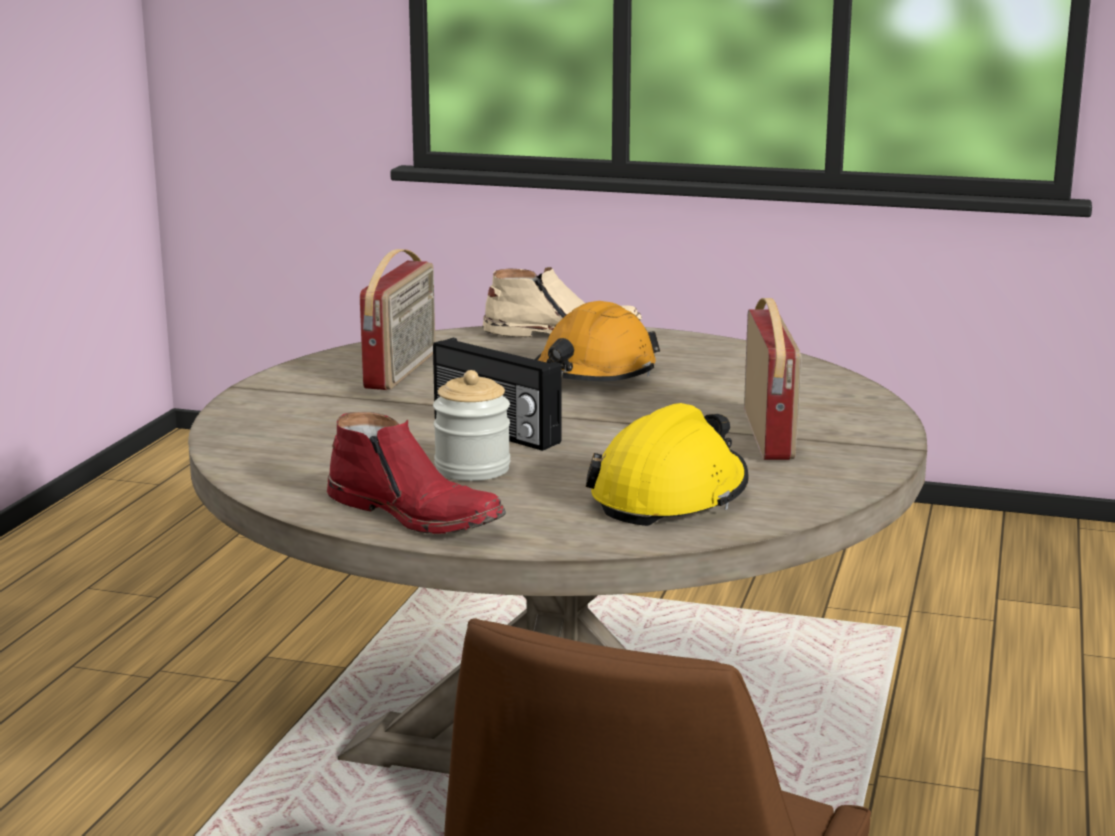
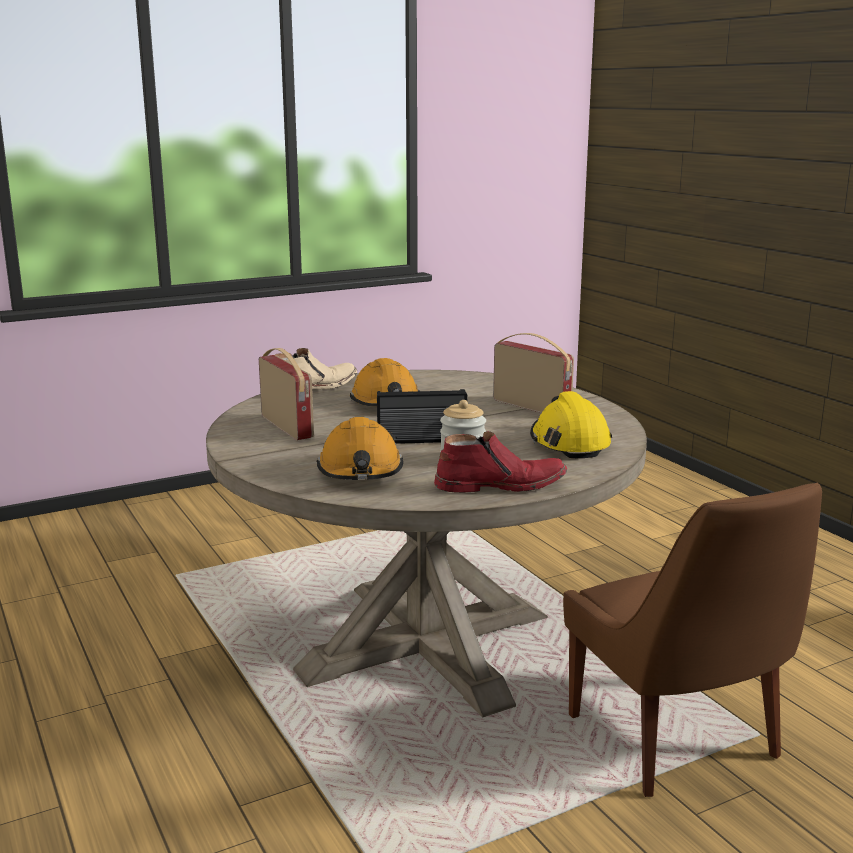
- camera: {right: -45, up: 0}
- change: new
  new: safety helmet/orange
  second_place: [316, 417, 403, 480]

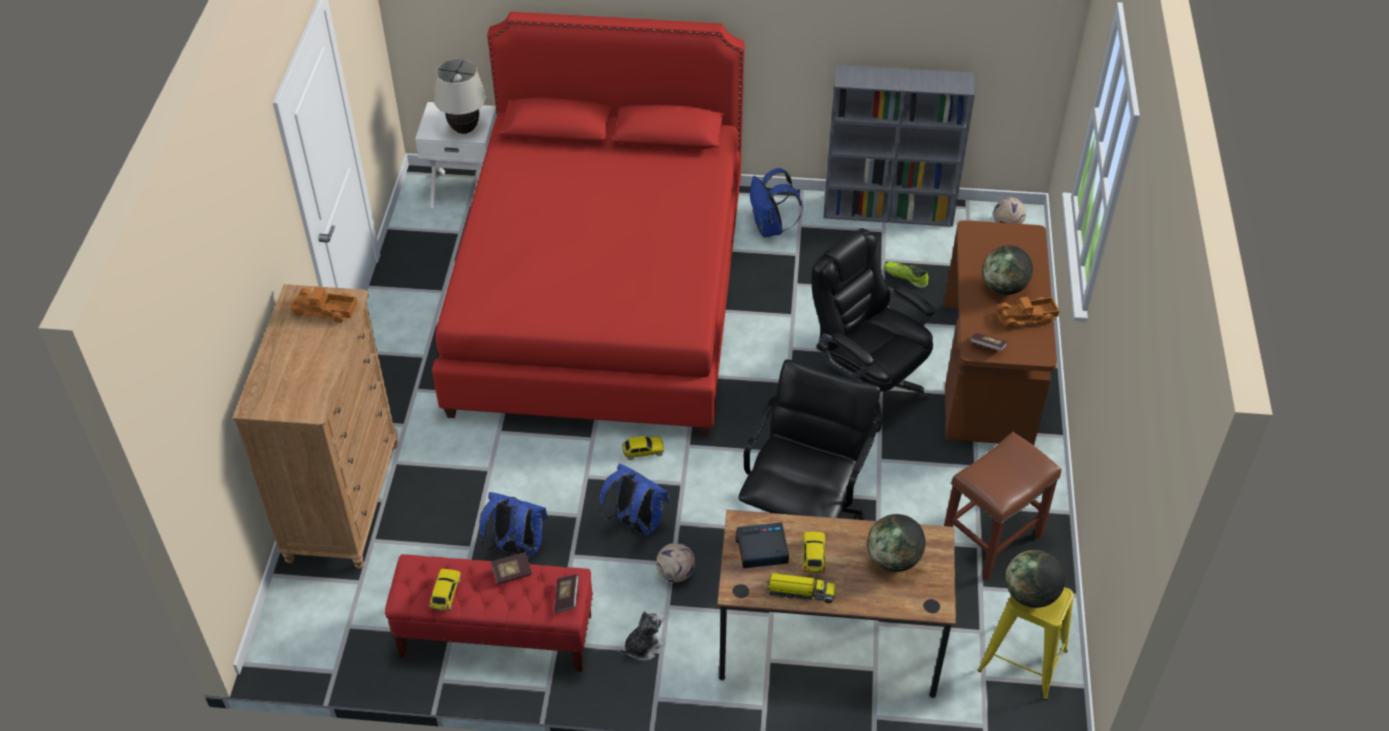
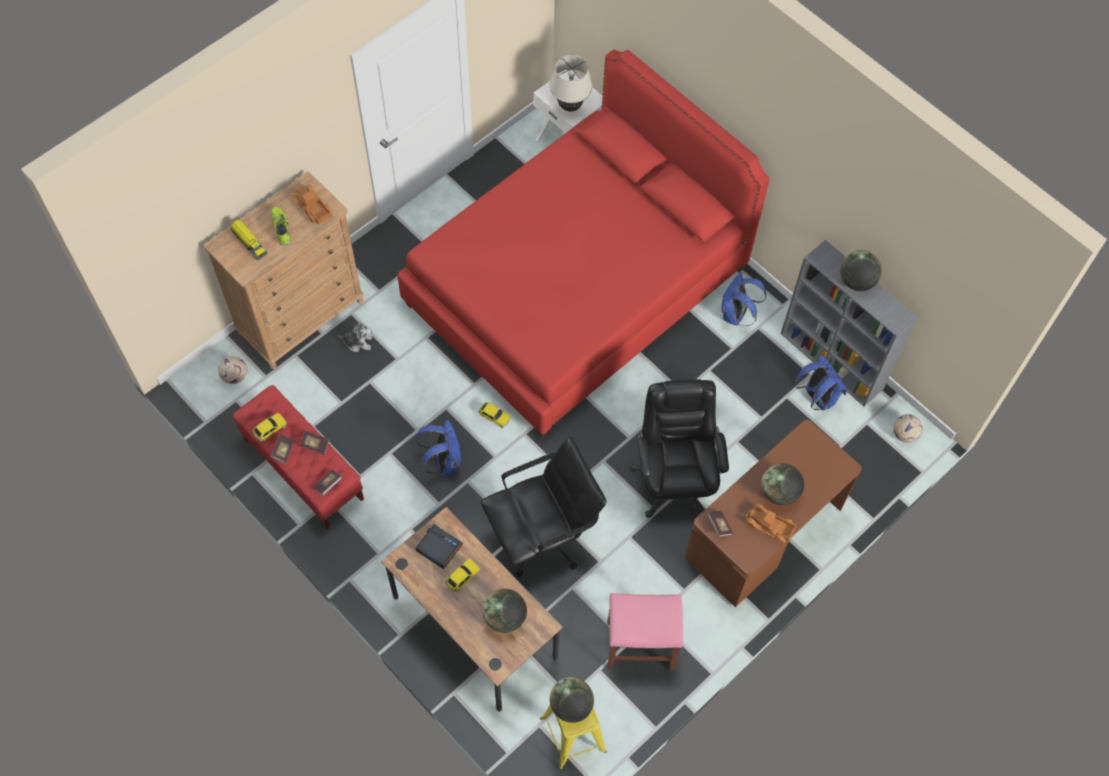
- camera: {right: 40, up: 15}
- change: shifted
  old: knapsack/blue
  first_place: [479, 492, 548, 558]
  second_place: [794, 355, 847, 410]
- change: shifted
  old: plush toy
  first_place: [620, 611, 666, 661]
  second_place: [338, 322, 372, 352]
- change: shifted
  old: football ball
  first_place: [656, 543, 695, 582]
  second_place: [218, 356, 247, 384]
- change: shifted
  old: model truck
  first_place: [765, 573, 835, 603]
  second_place: [231, 220, 268, 260]
- change: shifted
  old: item of footwear
  first_place: [884, 262, 928, 288]
  second_place: [270, 207, 291, 245]
- change: repainted
  old: sitting stool/brown-coloured
  new: sitting stool/pink-coloured
  first_place: [944, 432, 1061, 580]
  second_place: [607, 593, 683, 670]
- change: new
  new: volume
  second_place: [270, 434, 295, 464]
- change: new
  new: world globe
  second_place: [840, 250, 882, 291]

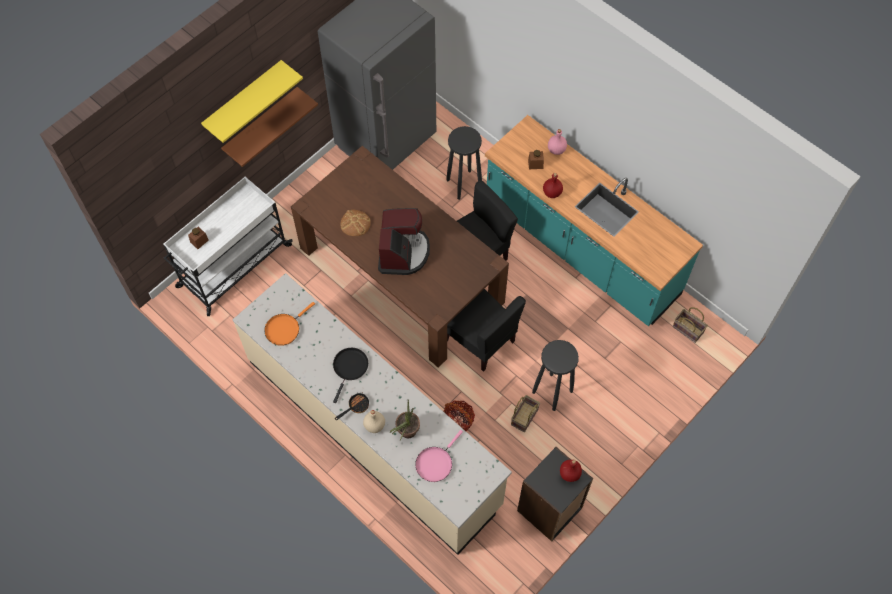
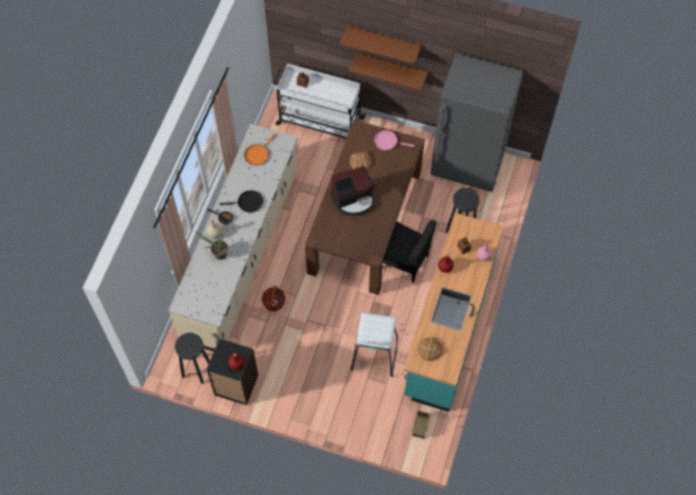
- camera: {right: 65, up: 0}
- change: repainted
  old: wall shelf/yellow-coloured
  new: wall shelf/brown-coloured
  first_place: [201, 60, 303, 143]
  second_place: [340, 26, 421, 64]
- change: rotated
  old: skillet/orange
  first_place: [264, 302, 315, 346]
  second_place: [244, 134, 275, 166]
  degrees: -75
- change: shifted
  old: skillet/pink-coloured
  first_place: [415, 430, 463, 482]
  second_place: [374, 130, 415, 151]
- change: gone
  old: chair/black
  first_place: [447, 289, 526, 372]
- change: gone
  old: storage basket
  first_place: [511, 395, 540, 432]
- change: shifted
  old: sitting stool/black
  first_place: [532, 340, 579, 411]
  second_place: [175, 333, 210, 384]
- change: new
  new: sitting stool/whitish
  second_place: [351, 313, 398, 377]
- change: new
  new: bakery bread
  second_place: [418, 337, 443, 361]

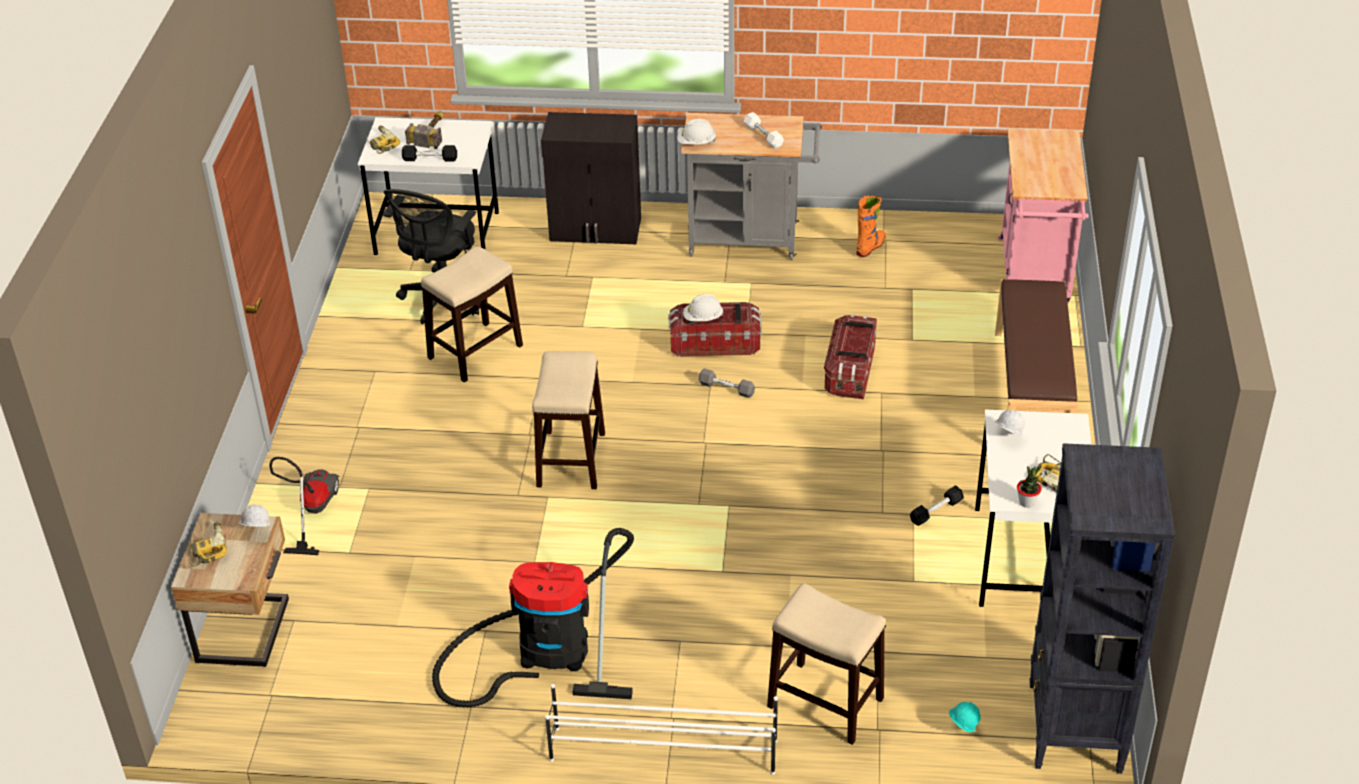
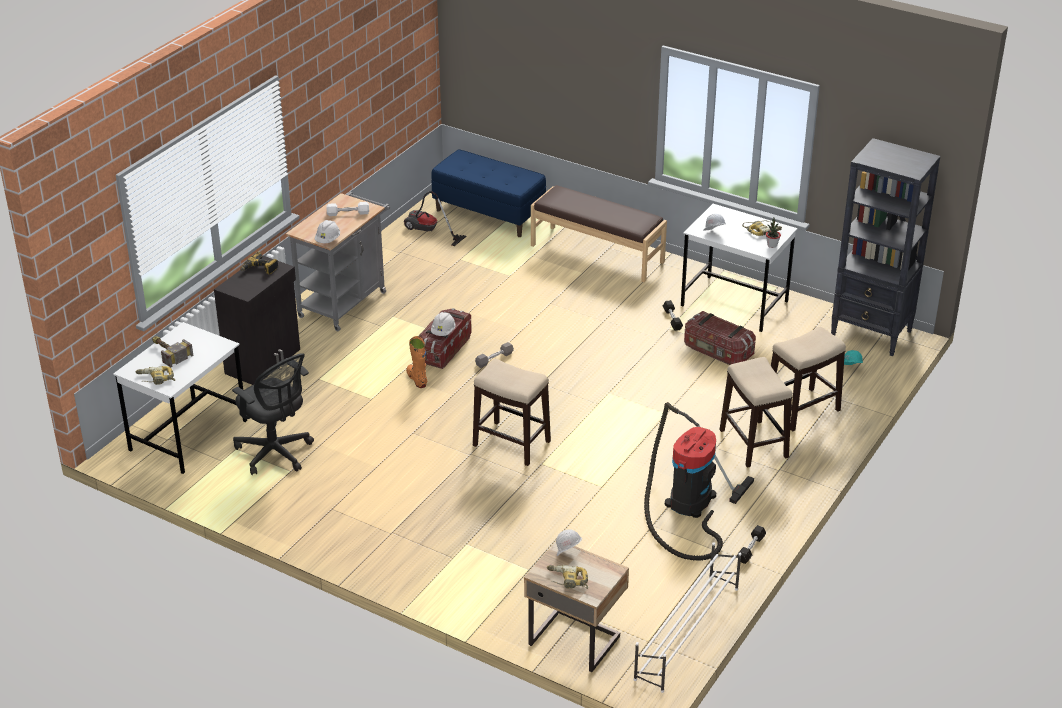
- camera: {right: -65, up: -5}
- change: shifted
  old: hoover
  first_place: [270, 457, 339, 555]
  second_place: [404, 191, 467, 246]
- change: shifted
  old: free weight/black
  first_place: [402, 145, 457, 161]
  second_place: [737, 525, 766, 564]
- change: shifted
  old: sitting stool
  first_place: [421, 247, 523, 382]
  second_place: [720, 357, 793, 468]
- change: shifted
  old: shoe shelf/whitish
  first_place: [545, 684, 778, 775]
  second_place: [634, 542, 741, 693]
- change: shifted
  old: storage bin
  first_place: [824, 314, 877, 399]
  second_place: [684, 311, 756, 365]
- change: shifted
  old: boot/orange
  first_place: [857, 195, 886, 257]
  second_place: [406, 336, 427, 388]
- change: swapped
  old: wheeled cart/pink-coloured
  new: bench/blue
  first_place: [998, 128, 1088, 303]
  second_place: [431, 149, 546, 237]
- change: new
  new: electric drill
  second_place: [241, 251, 278, 275]

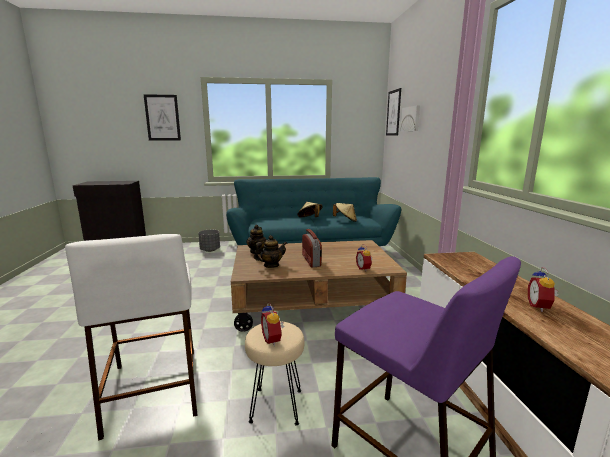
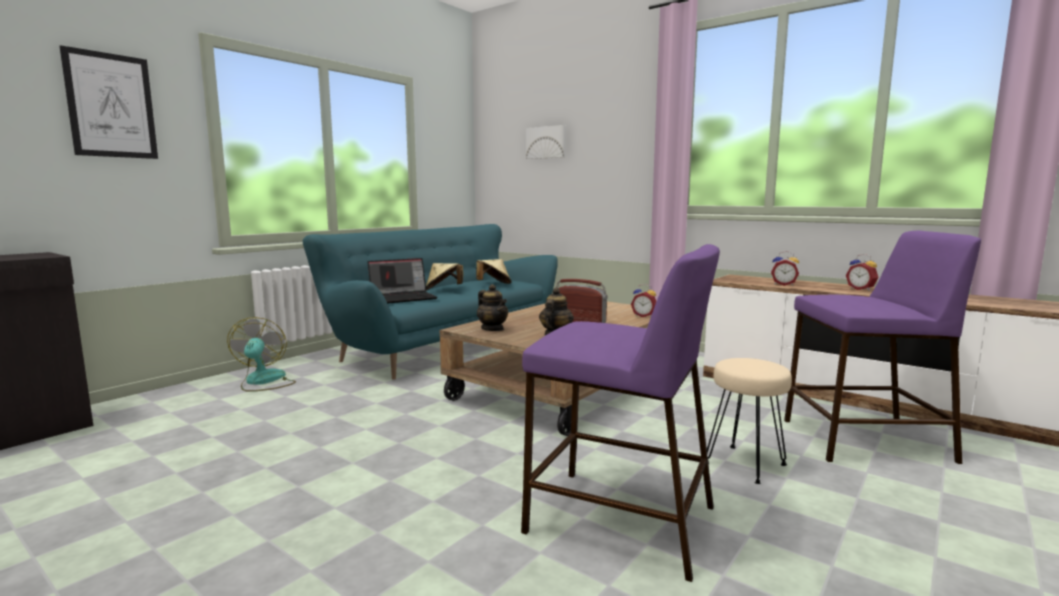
- camera: {right: -45, up: -5}
- change: repainted
  old: sitting stool/whitish
  new: sitting stool/purple-coloured
  first_place: [65, 234, 197, 440]
  second_place: [521, 244, 720, 582]
- change: swapped
  old: plant pot/grey
  new: cooling fan
  first_place: [198, 230, 220, 252]
  second_place: [227, 317, 296, 392]
- change: shifted
  old: table clock
  first_place: [261, 302, 284, 346]
  second_place: [771, 251, 799, 286]
- change: gone
  old: wall art
  first_place: [386, 88, 401, 136]
- change: new
  new: laptop
  second_place: [367, 258, 438, 304]

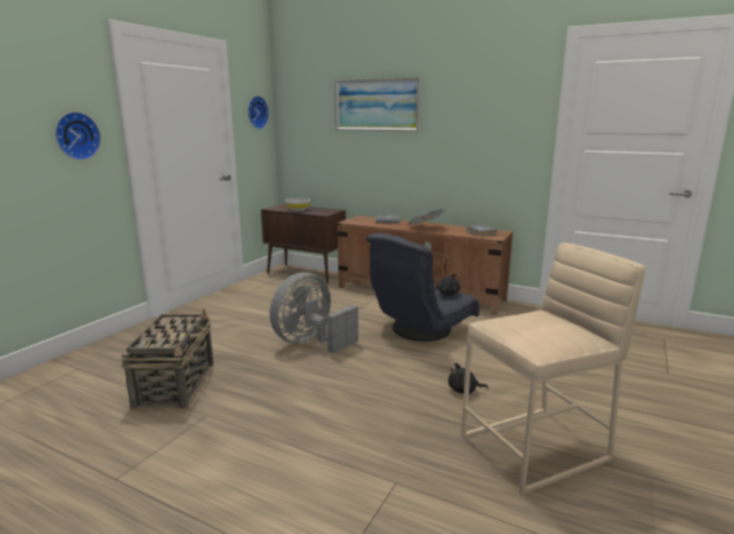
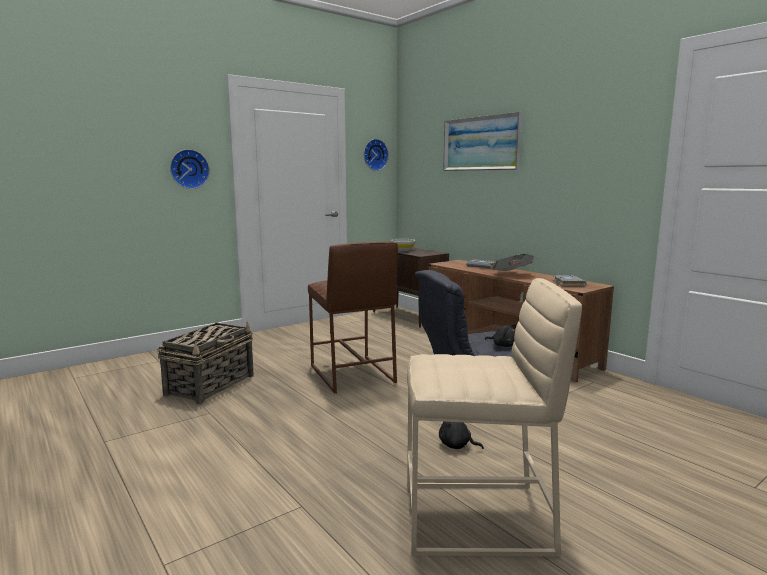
- camera: {right: 25, up: -5}
- change: swapped
  old: cooling fan/grey
  new: sitting stool/brown-coloured
  first_place: [270, 272, 358, 353]
  second_place: [308, 242, 398, 394]

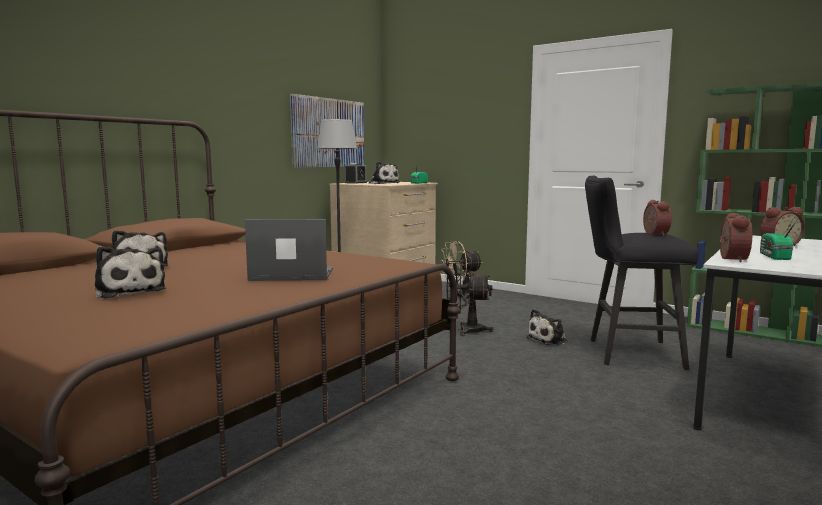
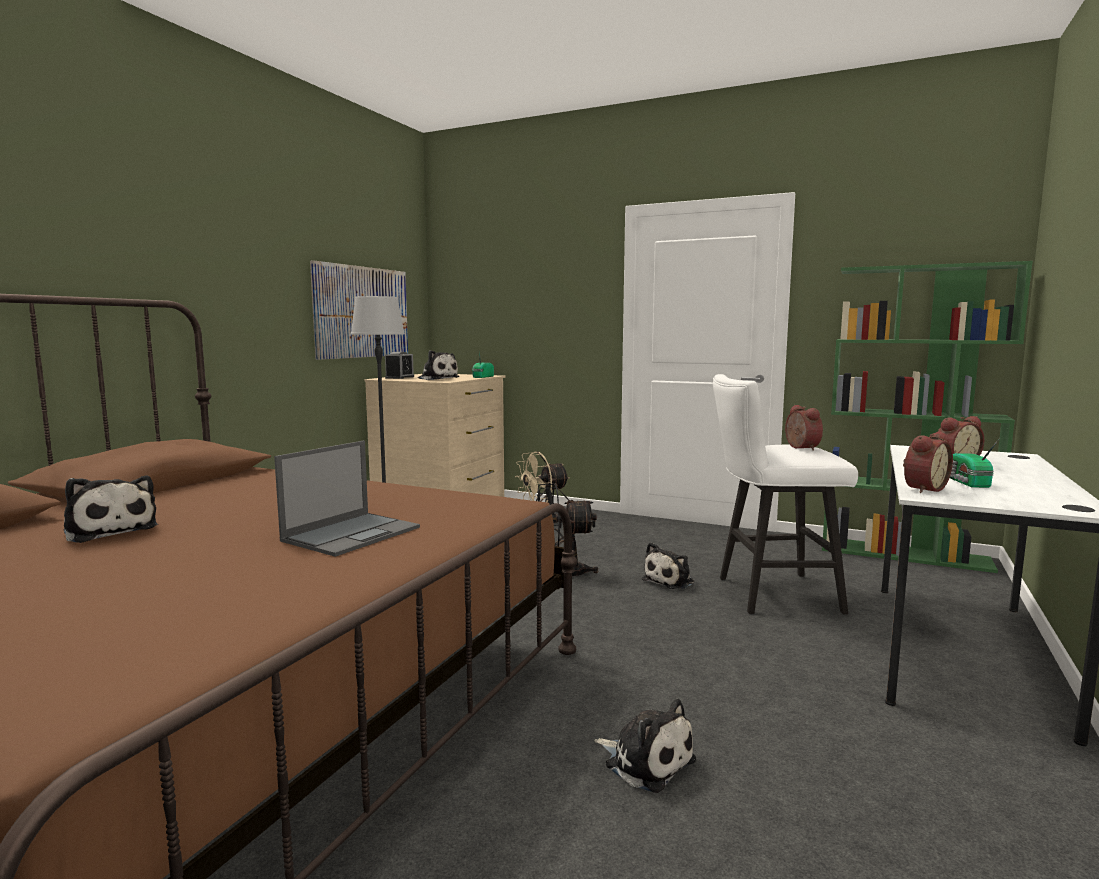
- camera: {right: -10, up: 0}
- change: shifted
  old: plush toy
  first_place: [95, 246, 166, 298]
  second_place: [594, 699, 696, 793]
- change: rotated
  old: laptop
  first_place: [245, 219, 333, 281]
  second_place: [274, 441, 420, 557]
  degrees: 135
- change: repainted
  old: sitting stool/black
  new: sitting stool/whitish
  first_place: [585, 176, 699, 370]
  second_place: [713, 374, 858, 614]
- change: rotated
  old: table clock
  first_place: [720, 213, 752, 262]
  second_place: [903, 432, 953, 493]
  degrees: 45

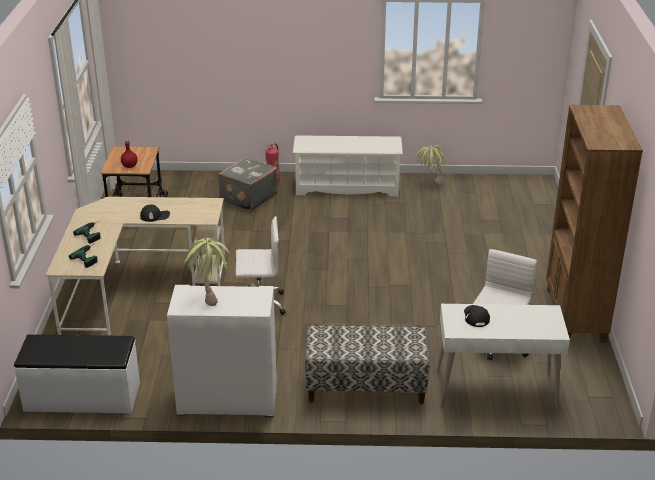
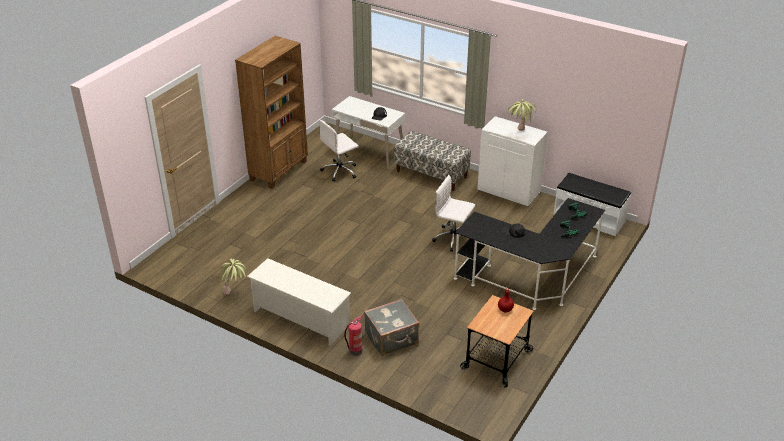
- camera: {right: -150, up: 5}
- change: repainted
  old: desk table/beige-coloured
  new: desk table/black
  first_place: [46, 197, 227, 336]
  second_place: [454, 198, 605, 310]

